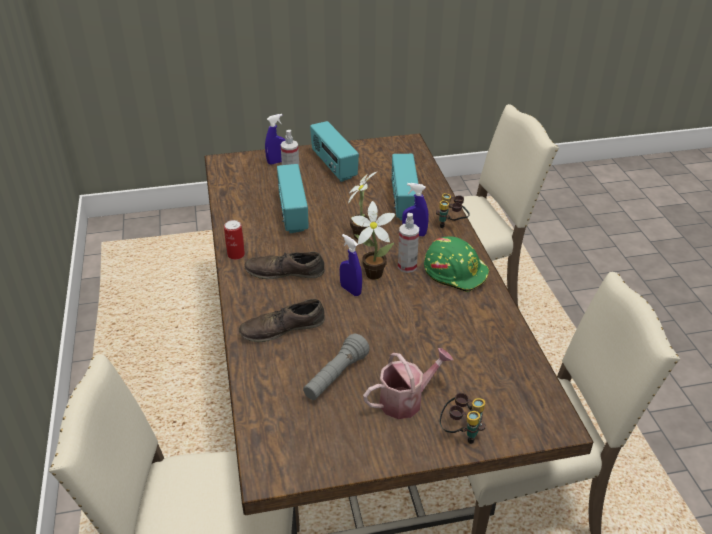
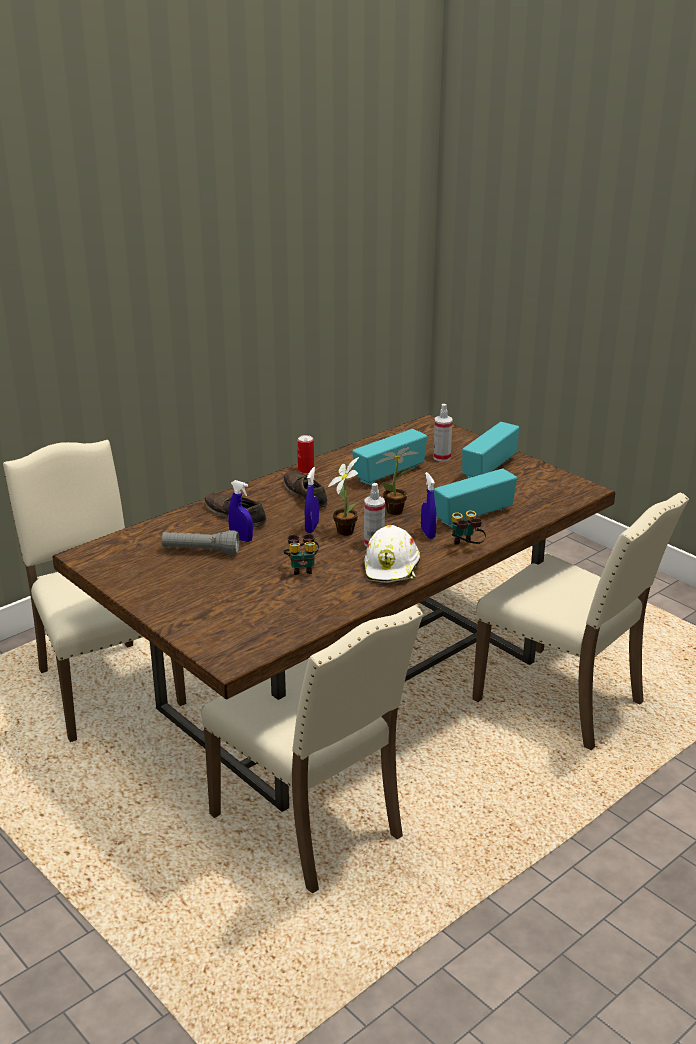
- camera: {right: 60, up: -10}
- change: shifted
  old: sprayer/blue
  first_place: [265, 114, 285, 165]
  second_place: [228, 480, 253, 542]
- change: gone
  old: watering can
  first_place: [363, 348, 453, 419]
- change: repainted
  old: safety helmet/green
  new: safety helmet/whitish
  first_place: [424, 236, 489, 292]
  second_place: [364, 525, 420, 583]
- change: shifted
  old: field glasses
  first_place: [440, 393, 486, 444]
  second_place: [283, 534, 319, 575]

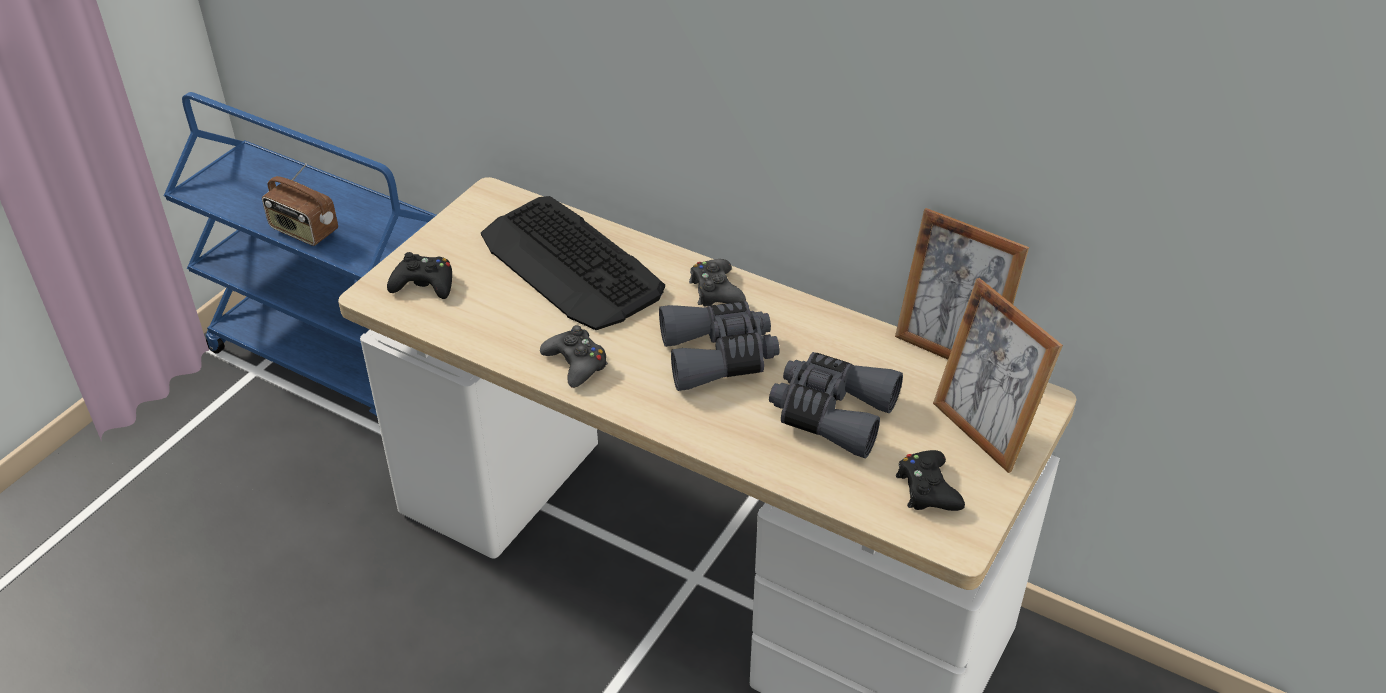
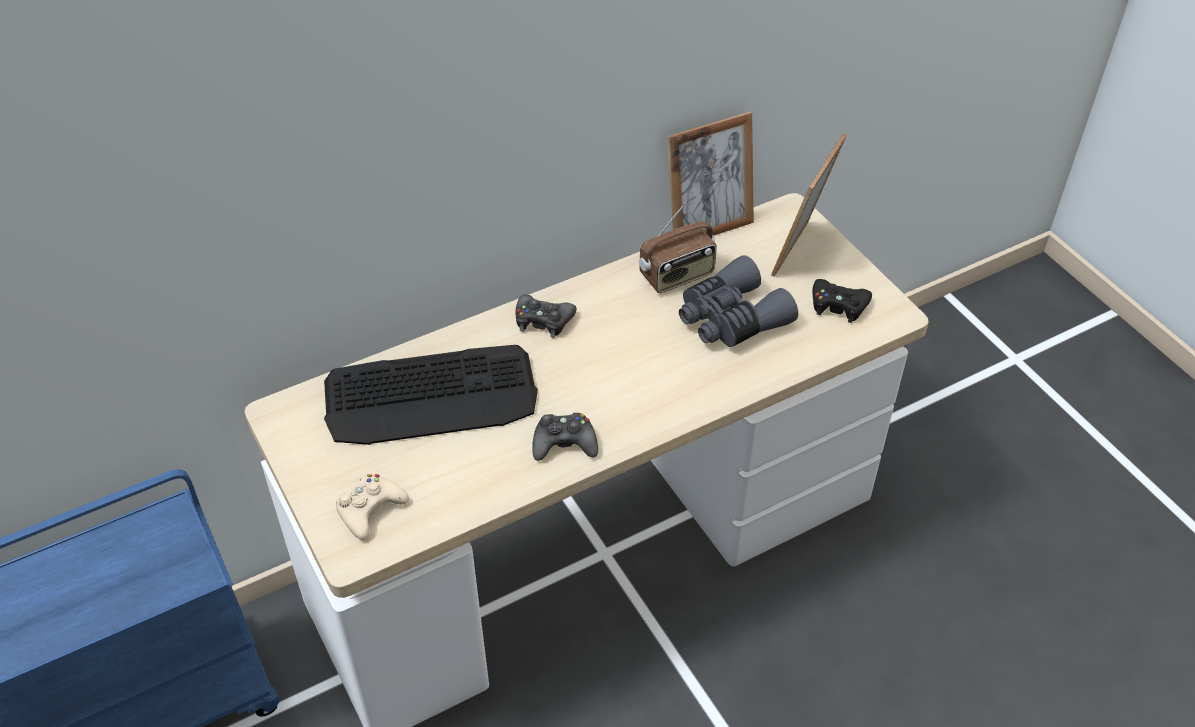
- camera: {right: -60, up: 5}
- change: shifted
  old: radio receiver
  first_place: [262, 163, 338, 246]
  second_place: [639, 202, 717, 293]
- change: repainted
  old: joypad/black
  new: joypad/beige-coloured
  first_place: [387, 252, 452, 299]
  second_place: [336, 474, 409, 540]
- change: gone
  old: field glasses/grey
  first_place: [659, 301, 779, 391]
- change: rotated
  old: standing frame
  first_place: [933, 278, 1063, 473]
  second_place: [771, 133, 847, 277]
  degrees: 120

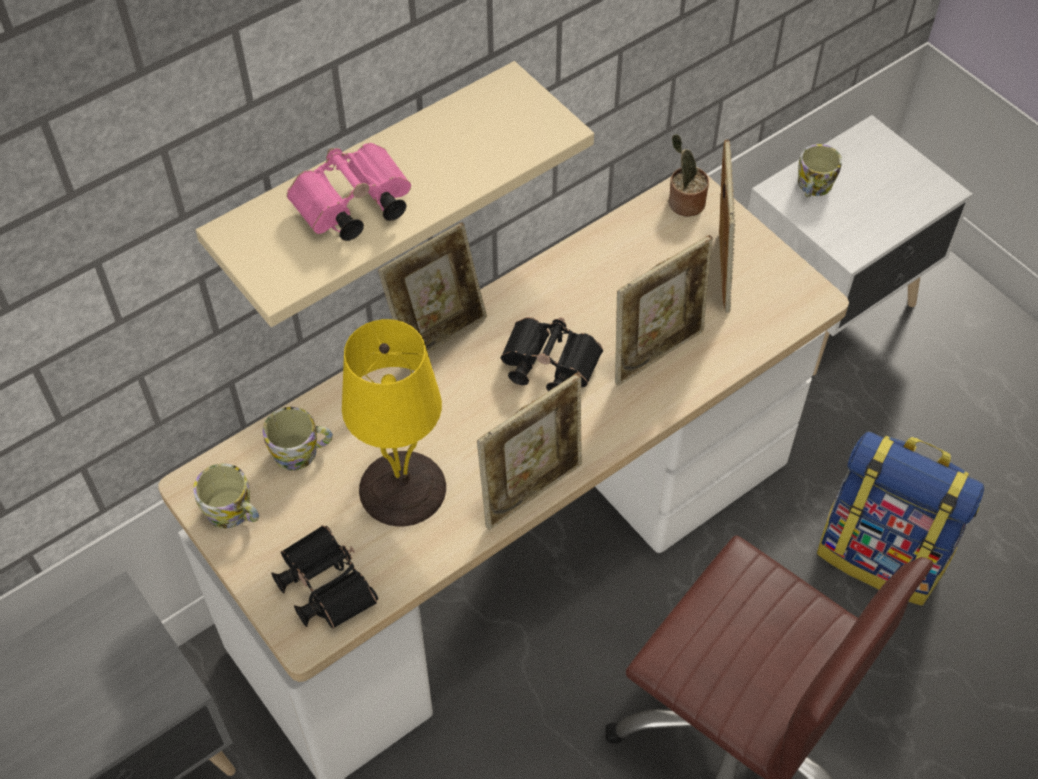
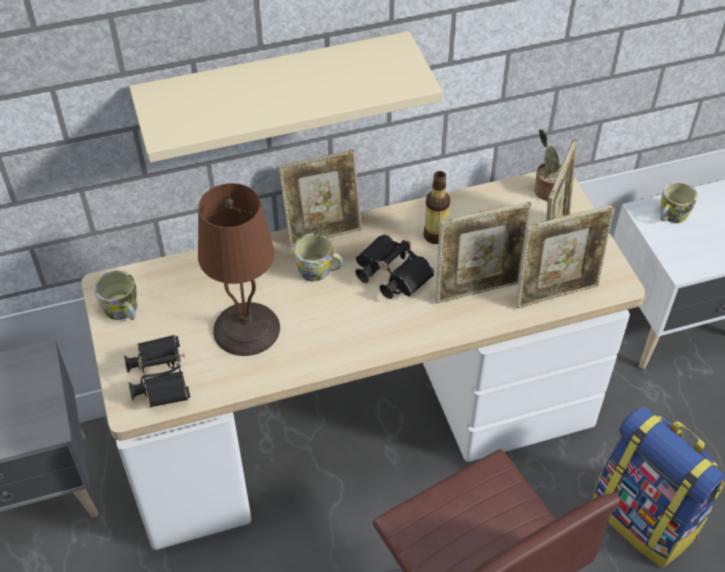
- camera: {right: 20, up: -5}
- change: shifted
  old: mug
  first_place: [263, 407, 333, 471]
  second_place: [294, 233, 343, 282]
- change: gone
  old: field glasses/pink-coloured
  first_place: [287, 143, 411, 241]
- change: repainted
  old: tabletop lamp/yellow-coloured
  new: tabletop lamp/brown-coloured
  first_place: [342, 319, 446, 527]
  second_place: [198, 183, 280, 356]
- change: shifted
  old: standing frame
  first_place: [477, 373, 582, 530]
  second_place: [516, 205, 615, 309]
- change: new
  new: beverage bottle
  second_place: [423, 171, 450, 244]

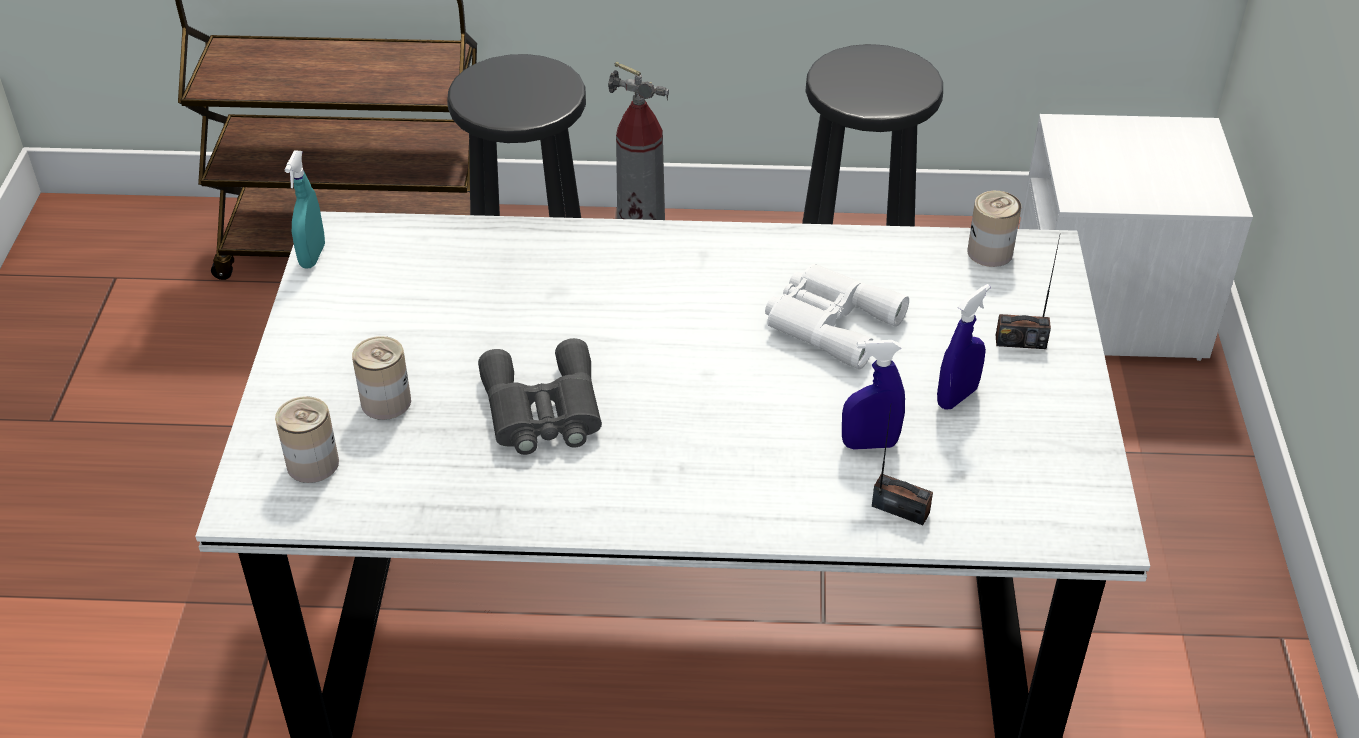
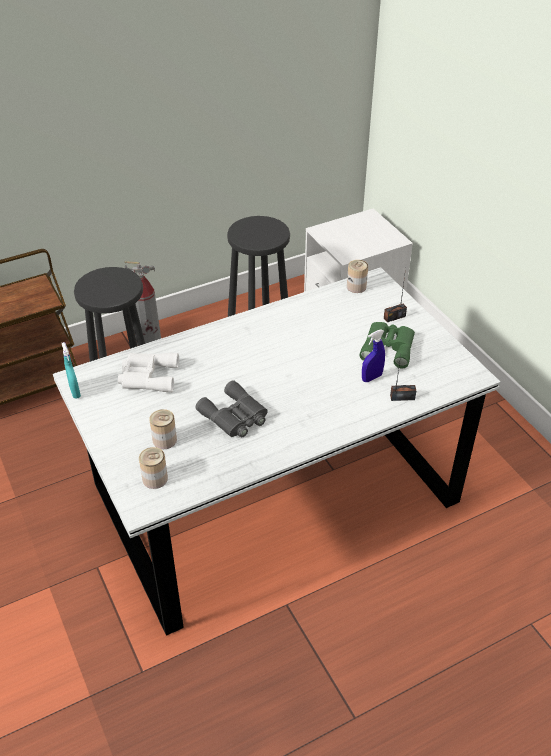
- camera: {right: -30, up: 0}
- change: shifted
  old: field glasses/whitish
  first_place: [765, 264, 909, 369]
  second_place: [118, 353, 179, 392]
- change: swapped
  old: sprayer/blue
  new: field glasses/green
  first_place: [937, 284, 990, 410]
  second_place: [360, 322, 415, 368]

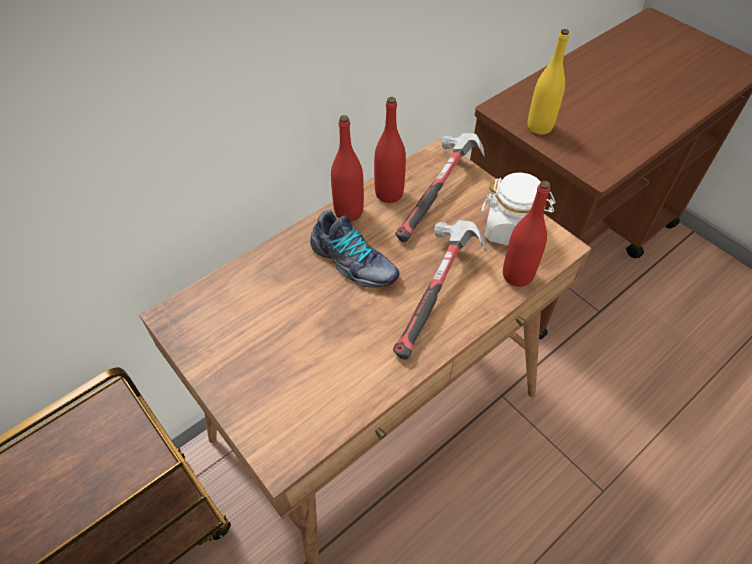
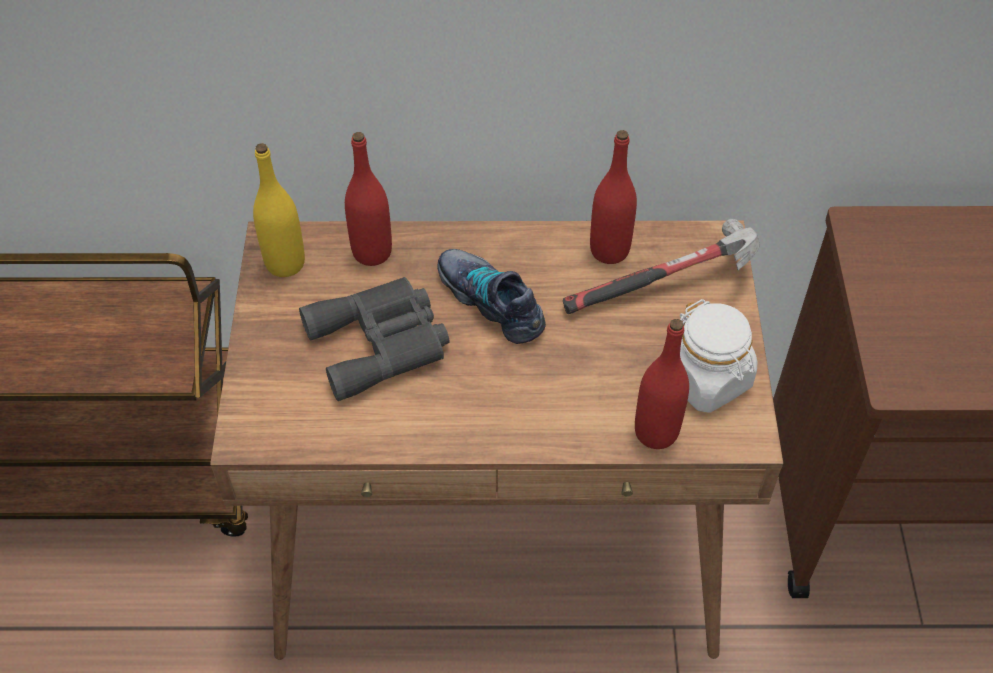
- camera: {right: 40, up: 0}
- change: rotated
  old: item of footwear
  first_place: [310, 210, 400, 288]
  second_place: [437, 249, 546, 344]
  degrees: 150
- change: shifted
  old: beverage bottle/reddish
  first_place: [331, 115, 364, 222]
  second_place: [345, 132, 392, 266]
- change: gone
  old: tool hammer
  first_place: [393, 220, 487, 360]
- change: shifted
  old: beverage bottle/yellow-coloured
  first_place: [527, 29, 569, 135]
  second_place: [253, 143, 305, 277]
- change: new
  new: field glasses/grey
  second_place: [299, 277, 450, 401]

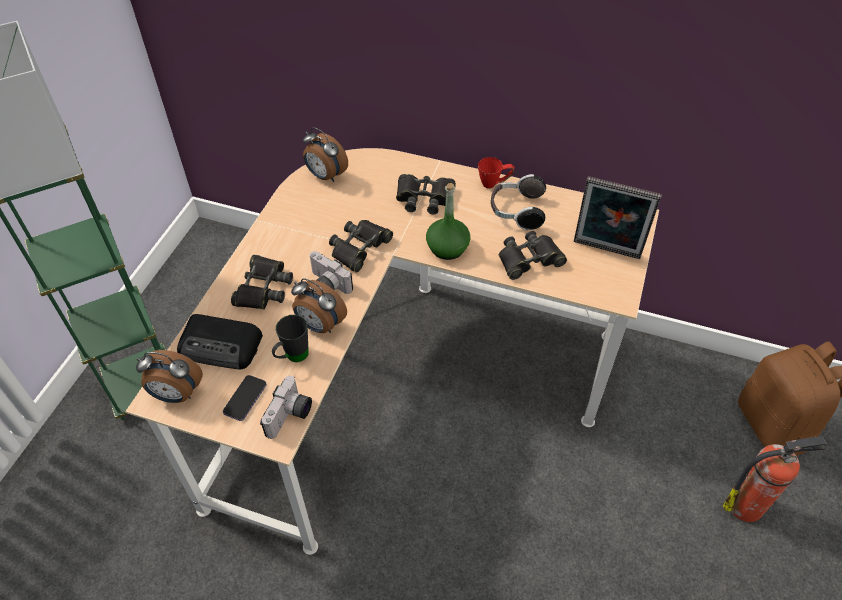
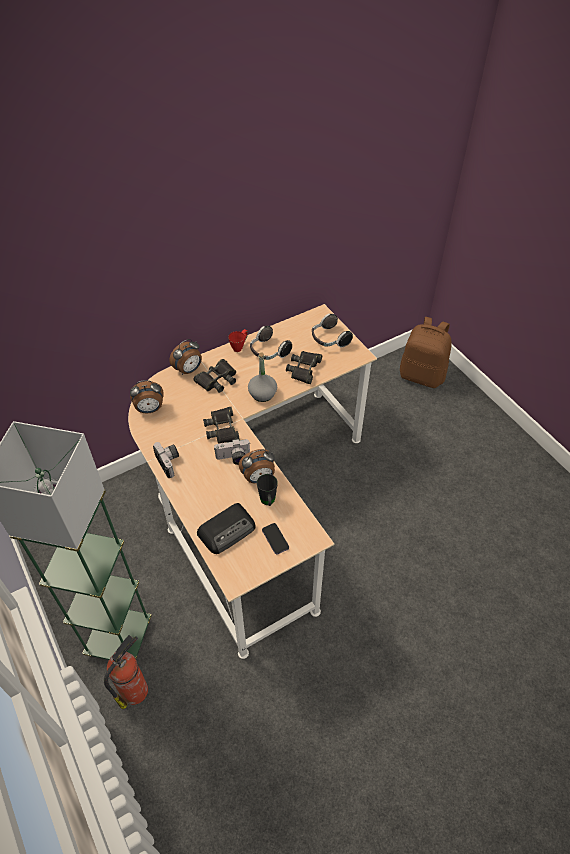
- camera: {right: -50, up: 0}
- change: shifted
  old: table clock
  first_place: [136, 350, 203, 403]
  second_place: [169, 339, 202, 375]
- change: gone
  old: field glasses/black
  first_place: [231, 255, 293, 309]
- change: shifted
  old: still camera
  first_place: [260, 376, 312, 439]
  second_place: [153, 442, 179, 478]
- change: repainted
  old: beverage bottle/green
  new: beverage bottle/grey
  first_place: [426, 183, 471, 260]
  second_place: [248, 353, 277, 402]
- change: swapped
  old: standing frame
  new: headset
  first_place: [574, 176, 662, 259]
  second_place: [312, 314, 353, 347]
- change: shifted
  old: fire-fighting cylinder
  first_place: [723, 436, 826, 522]
  second_place: [104, 635, 148, 709]

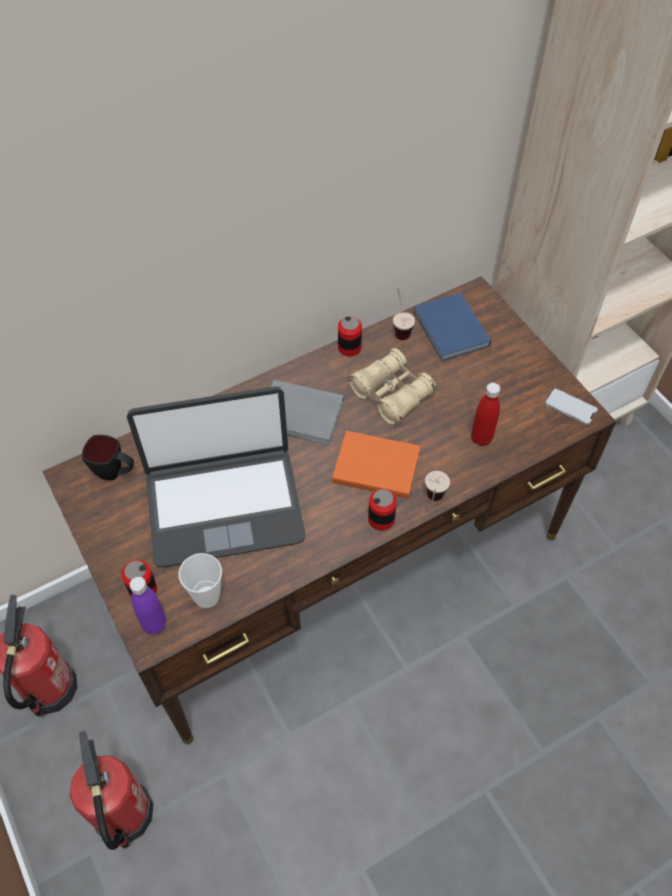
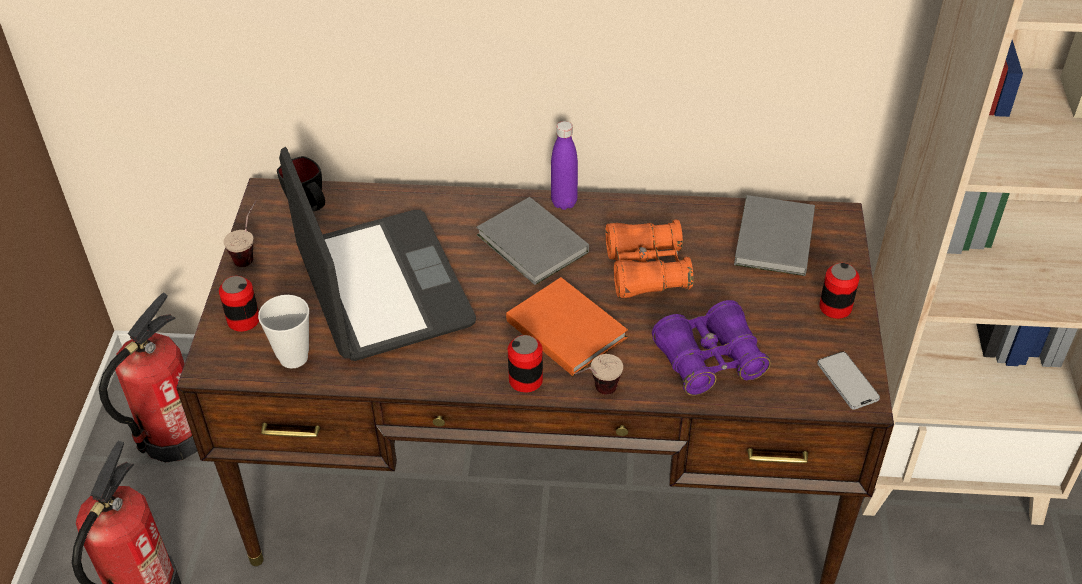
- camera: {right: 35, up: -10}
- change: rotated
  old: laptop
  first_place: [127, 386, 305, 567]
  second_place: [279, 147, 476, 361]
  degrees: -135
- change: shifted
  old: beverage bottle/purple-coloured
  first_place: [129, 577, 166, 634]
  second_place: [551, 121, 578, 210]
- change: shifted
  old: can
  first_place: [338, 316, 362, 356]
  second_place: [819, 263, 860, 319]
- change: repainted
  old: field glasses/beige-coloured
  new: field glasses/orange
  first_place: [349, 348, 437, 425]
  second_place: [605, 219, 694, 299]
- change: shifted
  old: cup
  first_place: [393, 289, 415, 340]
  second_place: [223, 200, 257, 267]
- change: repainted
  old: volume/blue
  new: volume/grey
  first_place: [414, 292, 491, 361]
  second_place: [734, 195, 815, 276]
- change: swapped
  old: beverage bottle/reddish
  new: field glasses/purple-coloured
  first_place: [471, 383, 500, 446]
  second_place: [652, 300, 771, 396]

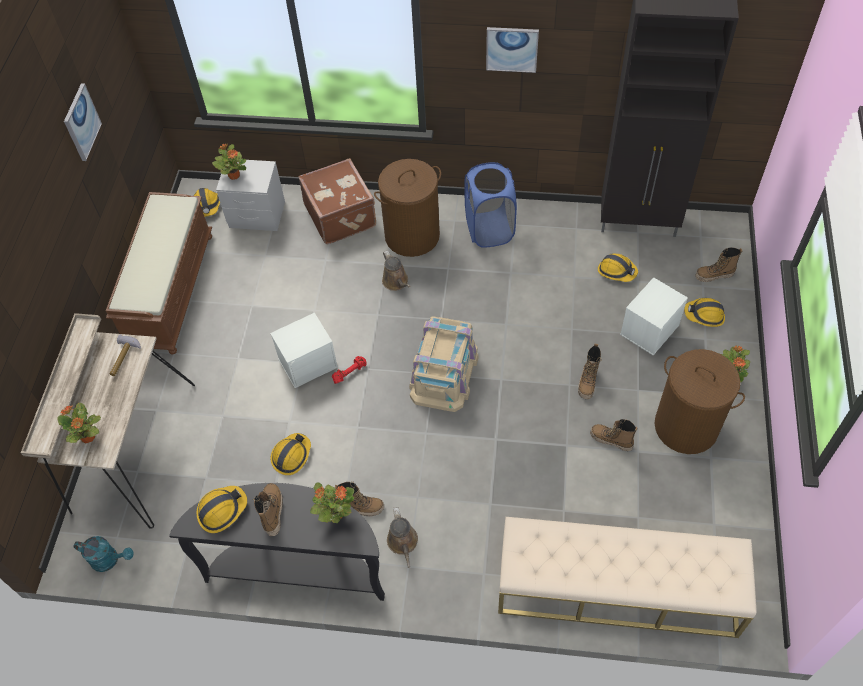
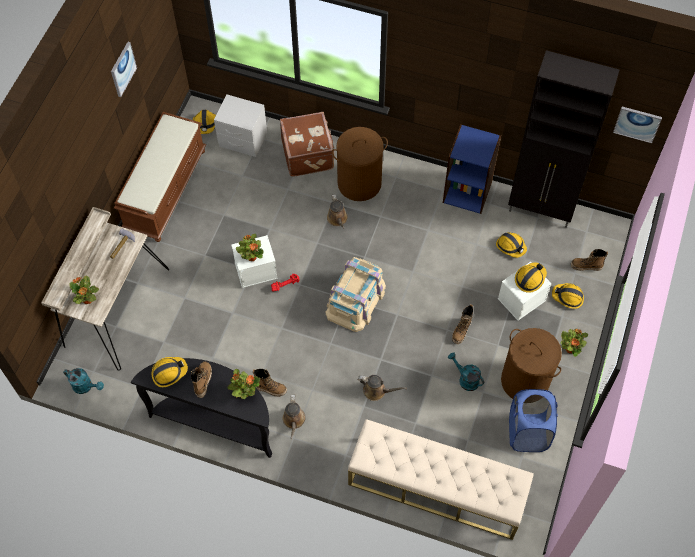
- camera: {right: 10, up: 5}
- change: shifted
  old: potted plant
  first_place: [212, 144, 246, 180]
  second_place: [236, 234, 264, 261]
- change: shifted
  old: safety helmet
  first_place: [270, 433, 311, 475]
  second_place: [515, 263, 547, 293]
- change: shifted
  old: laundry basket/blue
  first_place: [464, 162, 517, 248]
  second_place: [509, 389, 558, 452]
- change: shifted
  old: wall art
  first_place: [486, 27, 539, 73]
  second_place: [613, 107, 662, 143]
- change: swapped
  old: boot
  new: watering can/blue-green
  first_place: [590, 419, 638, 451]
  second_place: [448, 352, 484, 391]
- change: new
  new: watering can/brown-coloured
  second_place: [358, 375, 407, 401]
- change: new
  new: bookcase/blue
  second_place: [443, 124, 501, 214]

